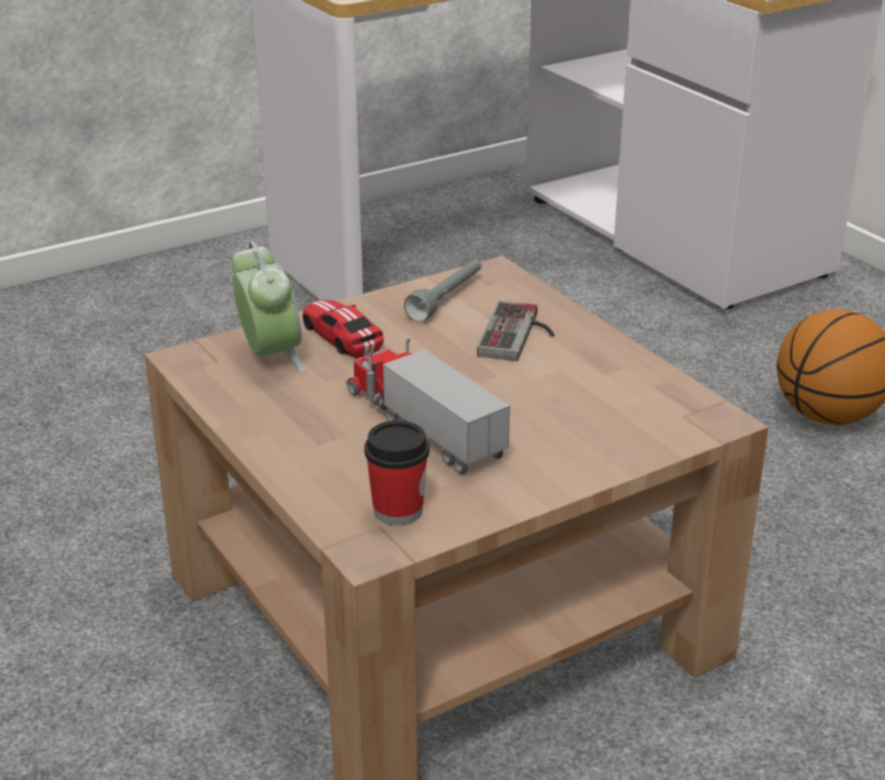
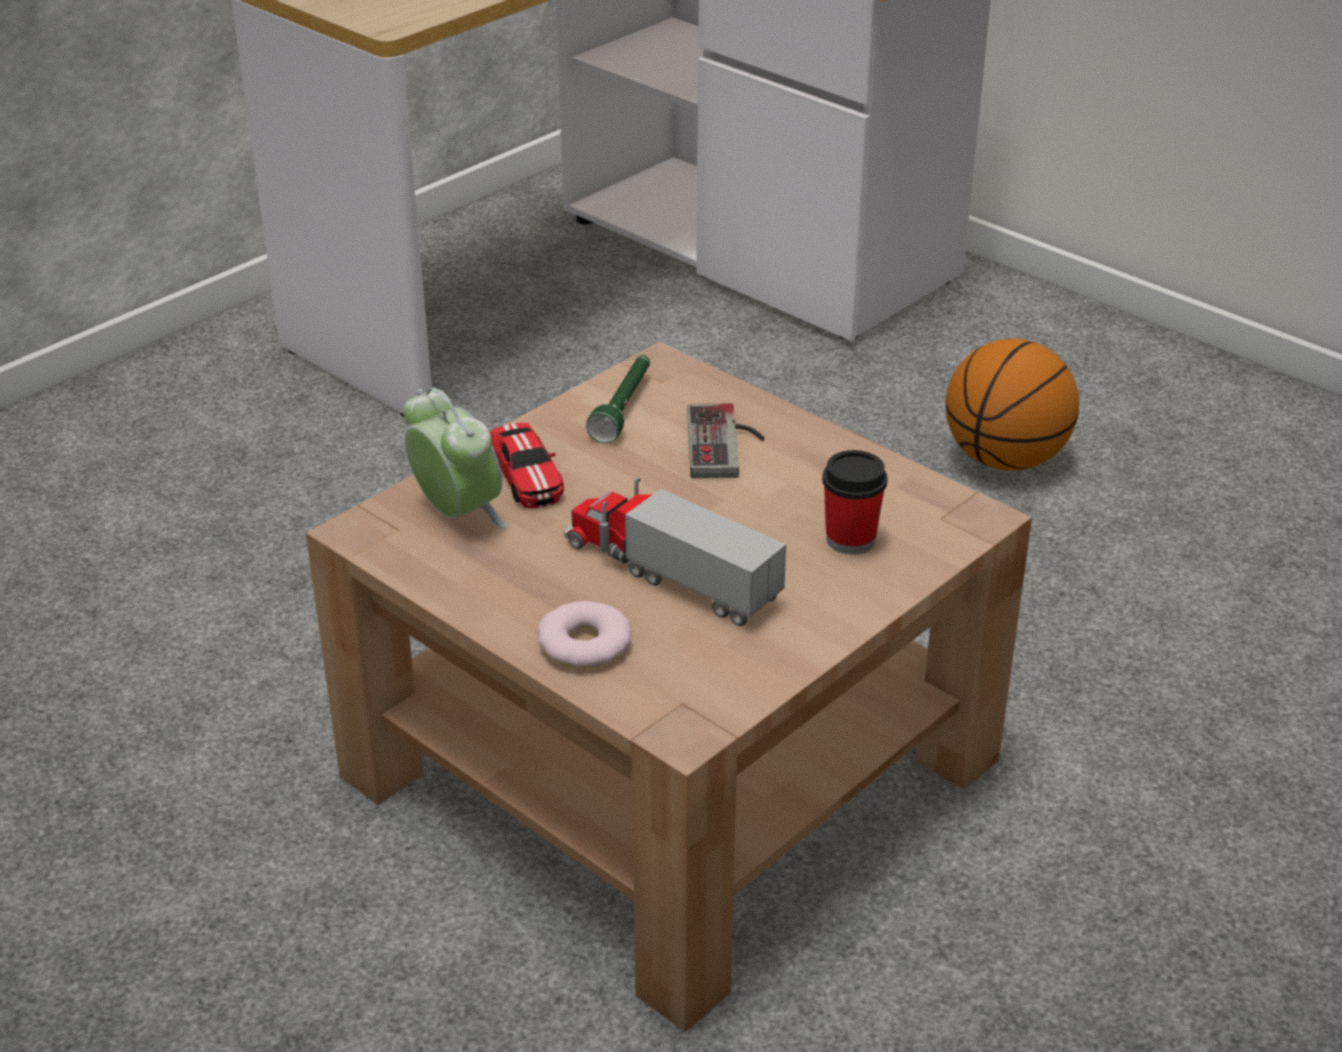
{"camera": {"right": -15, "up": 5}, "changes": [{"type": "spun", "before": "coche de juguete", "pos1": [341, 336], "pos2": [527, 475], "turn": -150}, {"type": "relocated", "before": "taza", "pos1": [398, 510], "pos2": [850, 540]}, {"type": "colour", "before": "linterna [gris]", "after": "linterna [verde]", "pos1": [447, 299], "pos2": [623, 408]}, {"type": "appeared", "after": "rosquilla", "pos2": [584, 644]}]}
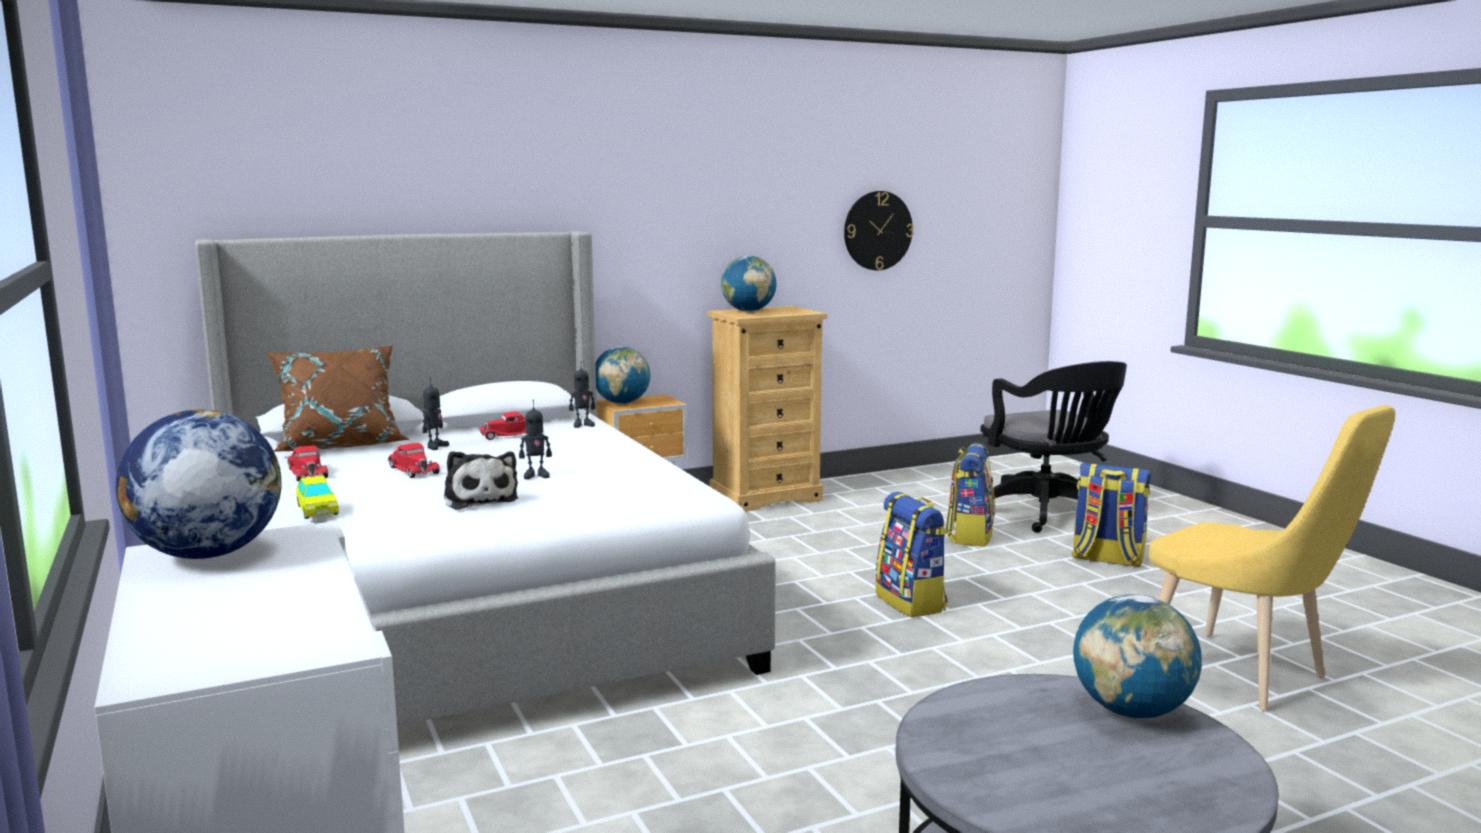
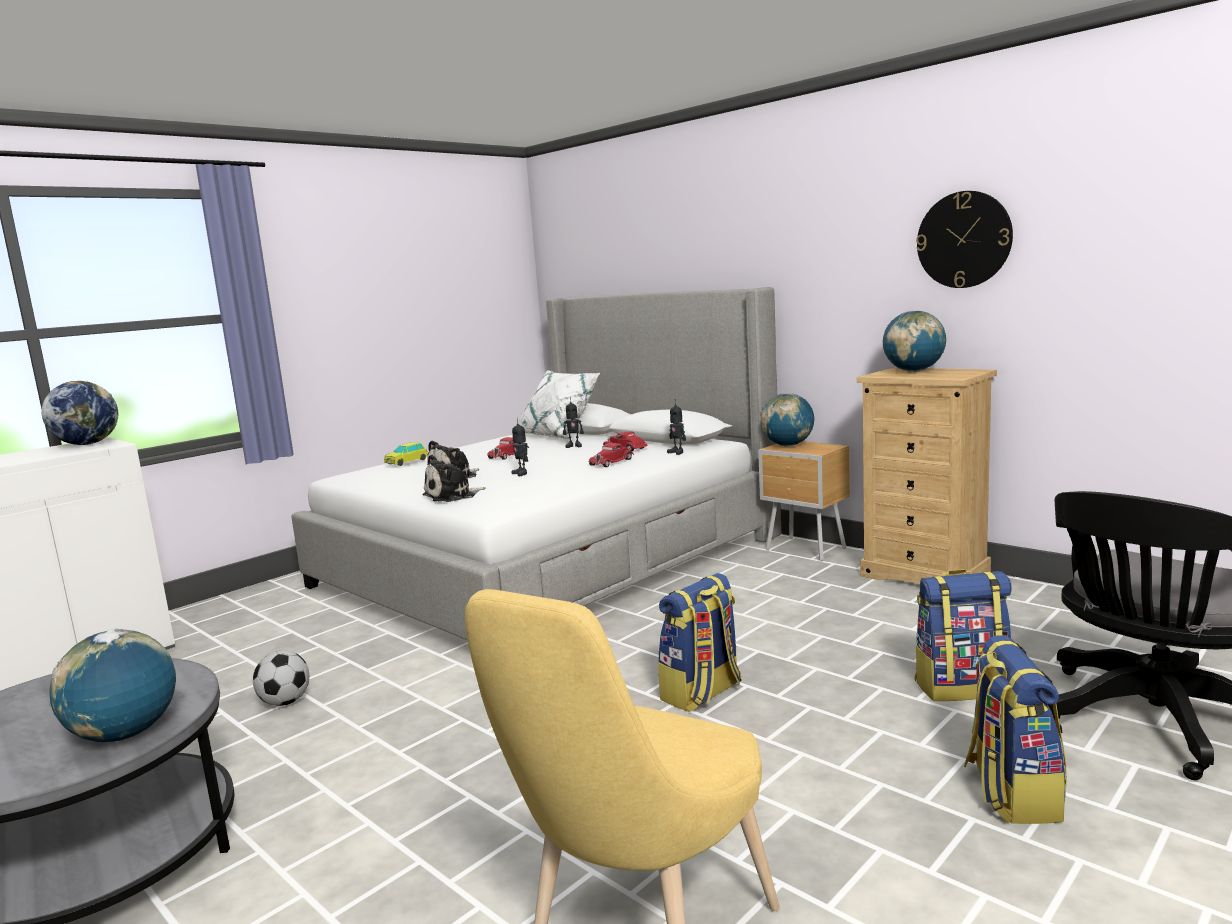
{"camera": {"right": 70, "up": 0}, "changes": [{"type": "colour", "before": "cojín [marrón]", "after": "cojín [blanco]", "pos1": [340, 445], "pos2": [559, 435]}, {"type": "relocated", "before": "coche de juguete [rojo]", "pos1": [307, 472], "pos2": [612, 462]}, {"type": "relocated", "before": "reloj de pared", "pos1": [877, 230], "pos2": [964, 240]}, {"type": "appeared", "after": "balón de fútbol", "pos2": [285, 702]}, {"type": "appeared", "after": "peluche", "pos2": [452, 496]}]}
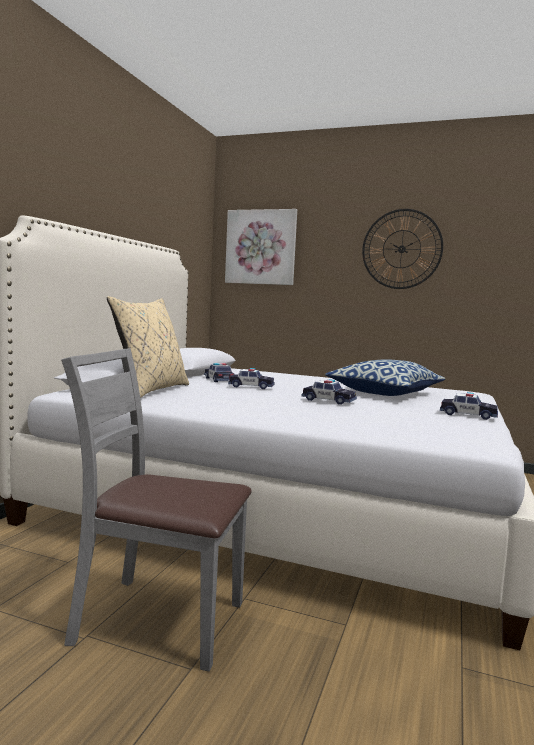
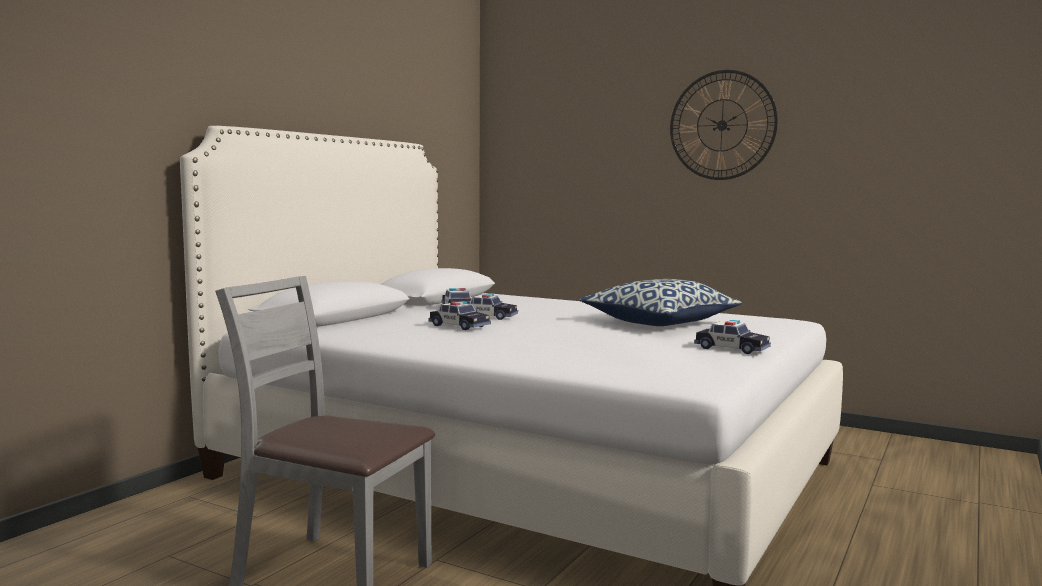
{"camera": {"right": 10, "up": 0}, "changes": [{"type": "missing", "before": "cojín [beis]", "pos1": [150, 390]}, {"type": "missing", "before": "cuadro", "pos1": [261, 247]}, {"type": "relocated", "before": "coche de juguete", "pos1": [328, 400], "pos2": [459, 326]}]}
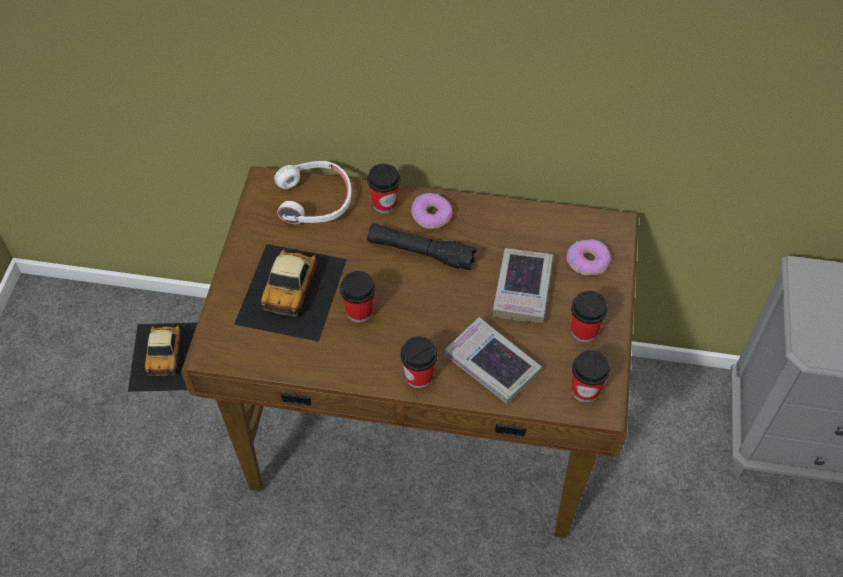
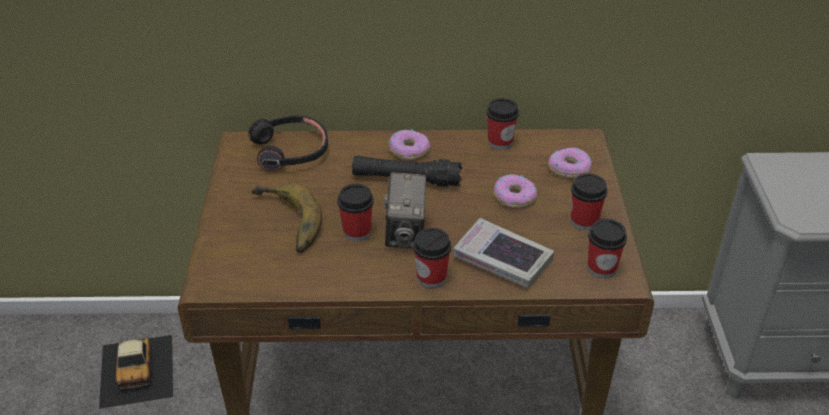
{"camera": {"right": -10, "up": -15}, "changes": [{"type": "exchanged", "before": "coche de juguete", "after": "plátano", "pos1": [292, 290], "pos2": [284, 223]}, {"type": "colour", "before": "auriculares [blanco]", "after": "auriculares [negro]", "pos1": [314, 200], "pos2": [291, 151]}, {"type": "relocated", "before": "taza", "pos1": [384, 204], "pos2": [500, 142]}, {"type": "exchanged", "before": "libro", "after": "rosquilla", "pos1": [523, 289], "pos2": [514, 196]}, {"type": "appeared", "after": "cámara", "pos2": [405, 233]}]}
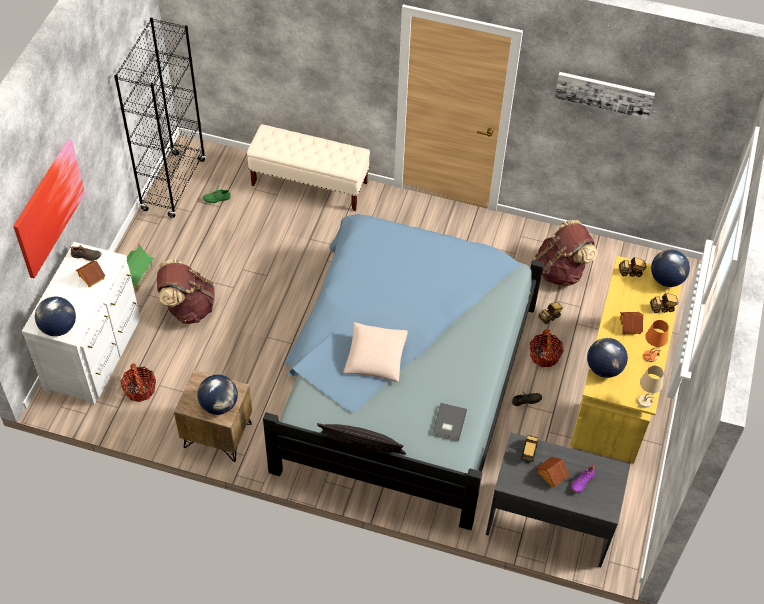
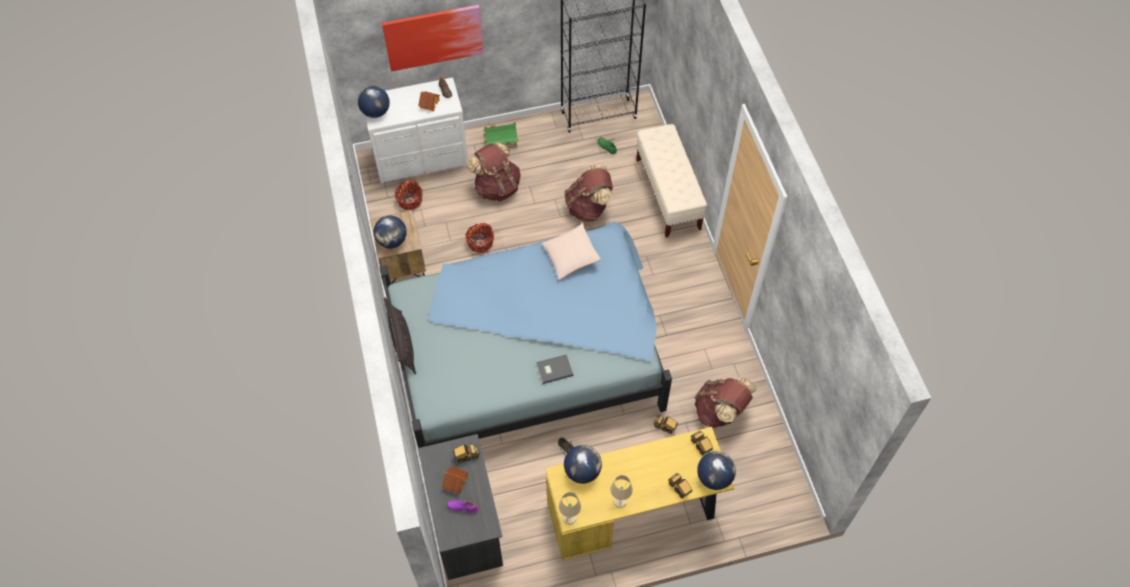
{"camera": {"right": 60, "up": 5}, "changes": [{"type": "relocated", "before": "cojín [beis]", "pos1": [375, 358], "pos2": [570, 256]}, {"type": "relocated", "before": "libro [gris]", "pos1": [448, 423], "pos2": [553, 369]}, {"type": "relocated", "before": "cesta", "pos1": [544, 355], "pos2": [480, 242]}, {"type": "missing", "before": "cuadro", "pos1": [604, 93]}, {"type": "missing", "before": "casita", "pos1": [630, 326]}, {"type": "colour", "before": "lámpara de mesa [naranja]", "after": "lámpara de mesa [beis]", "pos1": [650, 356], "pos2": [620, 501]}, {"type": "appeared", "after": "mochila [marrón]", "pos2": [588, 208]}]}
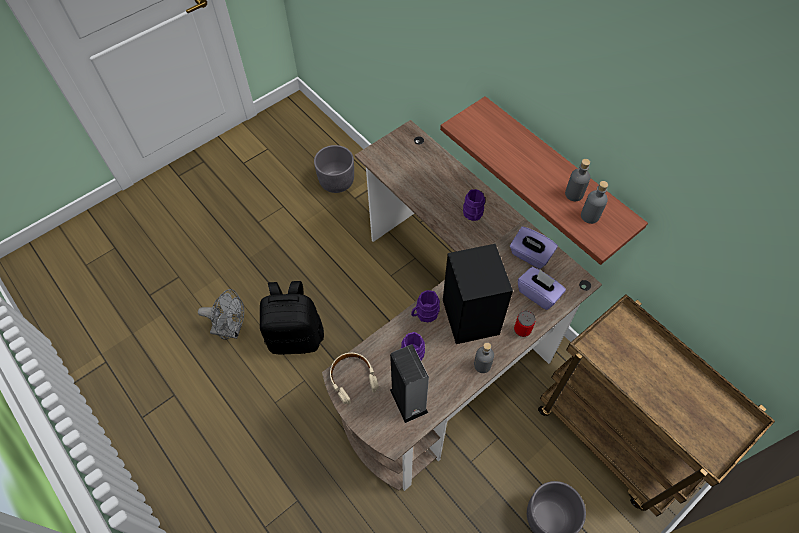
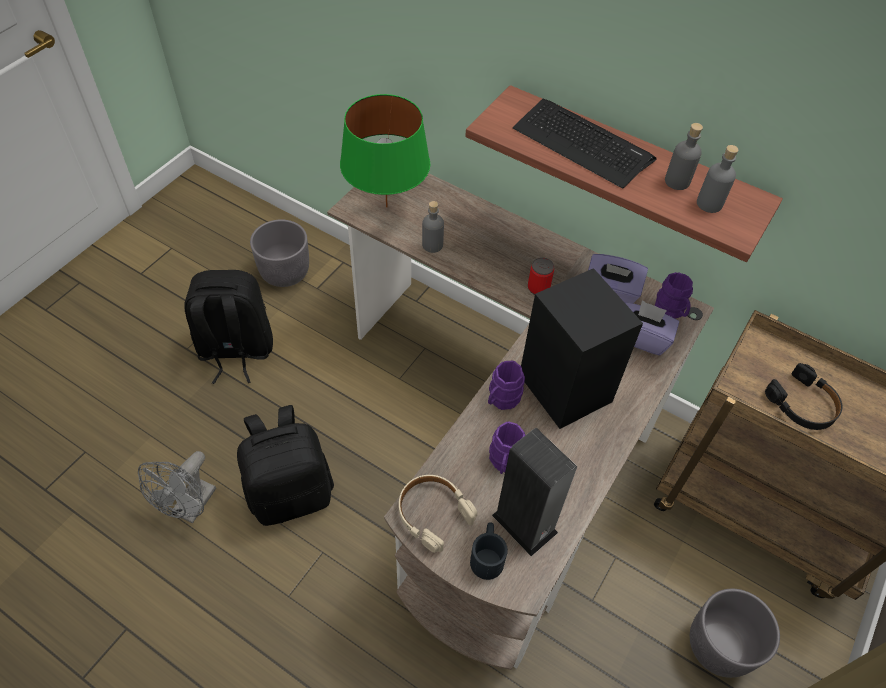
{"camera": {"right": -20, "up": -5}, "changes": [{"type": "spun", "before": "ventilador [gris]", "pos1": [231, 329], "pos2": [190, 508], "turn": 120}, {"type": "relocated", "before": "taza grande [morado]", "pos1": [473, 215], "pos2": [671, 311]}, {"type": "relocated", "before": "botella [gris]", "pos1": [482, 365], "pos2": [432, 245]}, {"type": "relocated", "before": "lata", "pos1": [522, 329], "pos2": [538, 288]}, {"type": "appeared", "after": "mochila [negro]", "pos2": [235, 350]}, {"type": "appeared", "after": "lámpara de mesa [verde]", "pos2": [386, 206]}, {"type": "appeared", "after": "taza grande [negro]", "pos2": [487, 555]}, {"type": "appeared", "after": "teclado", "pos2": [582, 143]}, {"type": "appeared", "after": "auriculares [negro]", "pos2": [802, 404]}]}
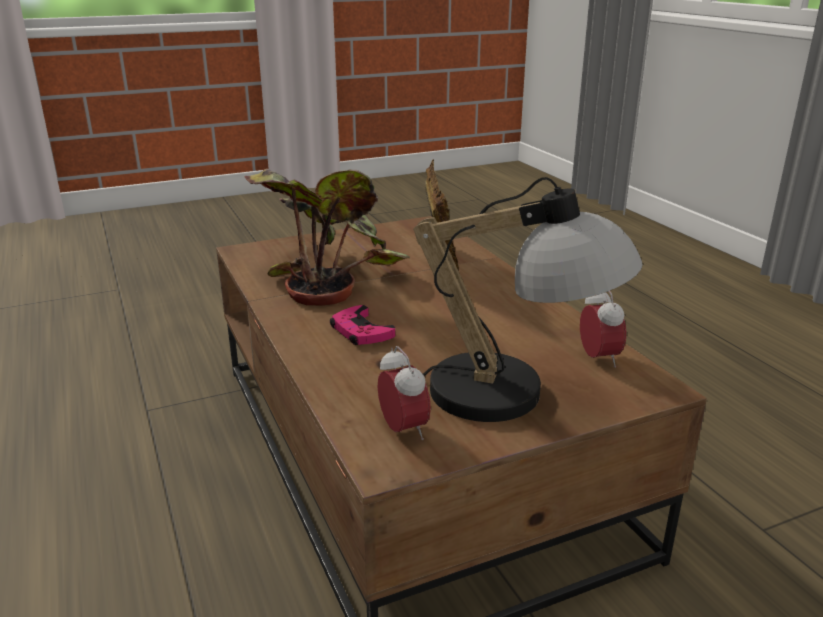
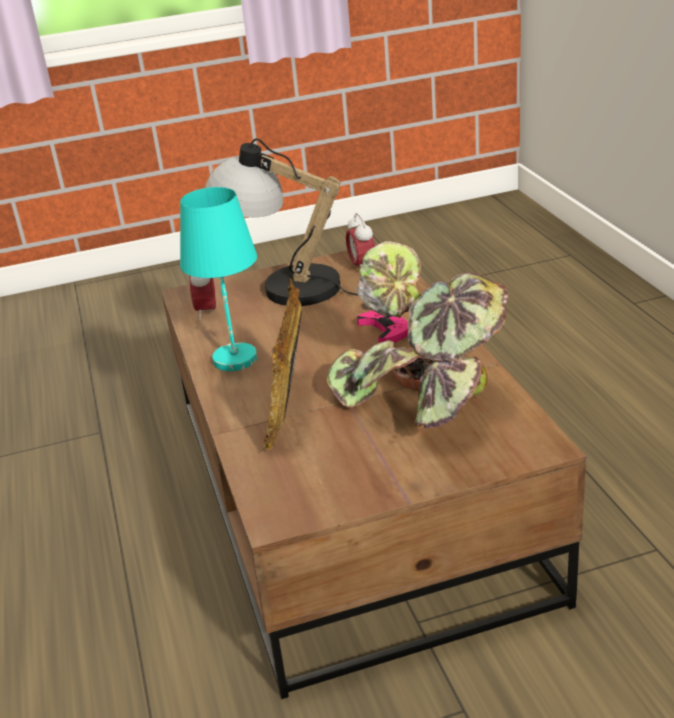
{"camera": {"right": -170, "up": 5}, "changes": [{"type": "appeared", "after": "lámpara de mesa [turquesa]", "pos2": [234, 358]}]}
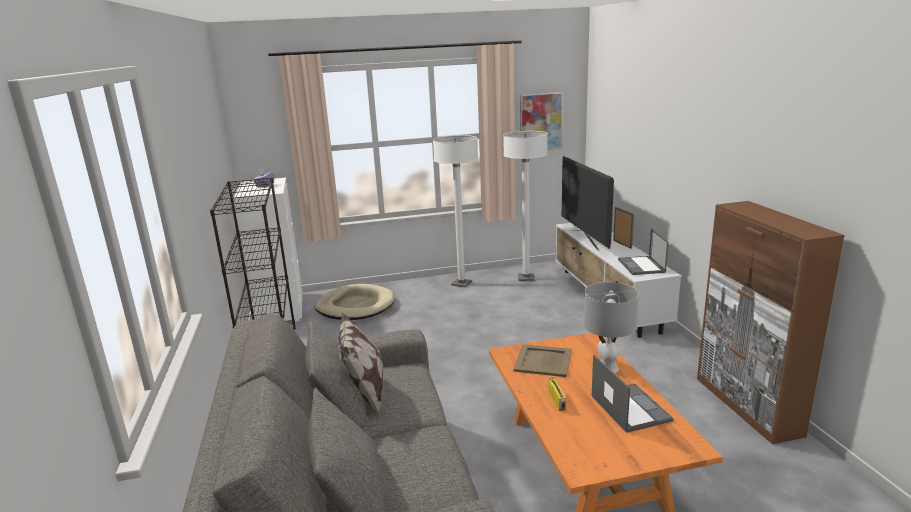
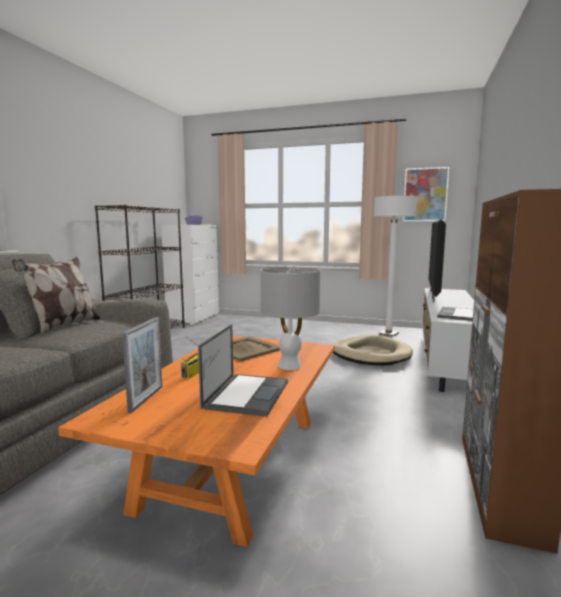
{"camera": {"right": 30, "up": -10}, "changes": [{"type": "relocated", "before": "cama para perro [beis]", "pos1": [355, 306], "pos2": [370, 354]}, {"type": "missing", "before": "lámpara de pie [blanco]", "pos1": [461, 283]}, {"type": "relocated", "before": "portarretratos", "pos1": [622, 244], "pos2": [146, 399]}]}
